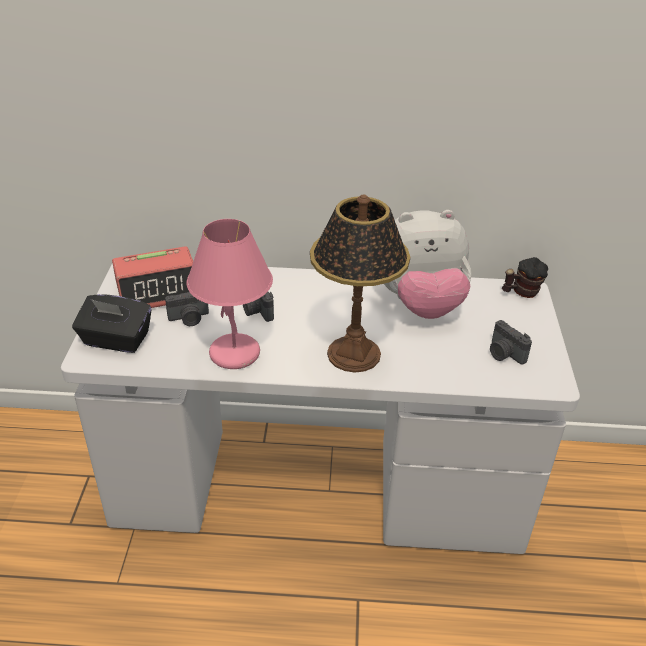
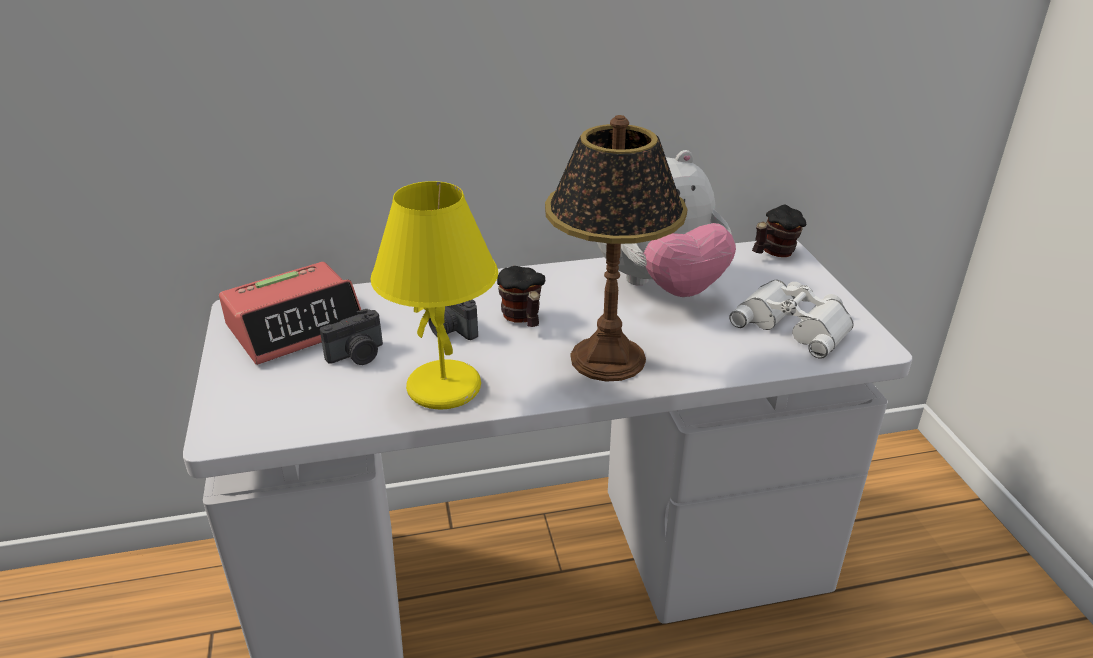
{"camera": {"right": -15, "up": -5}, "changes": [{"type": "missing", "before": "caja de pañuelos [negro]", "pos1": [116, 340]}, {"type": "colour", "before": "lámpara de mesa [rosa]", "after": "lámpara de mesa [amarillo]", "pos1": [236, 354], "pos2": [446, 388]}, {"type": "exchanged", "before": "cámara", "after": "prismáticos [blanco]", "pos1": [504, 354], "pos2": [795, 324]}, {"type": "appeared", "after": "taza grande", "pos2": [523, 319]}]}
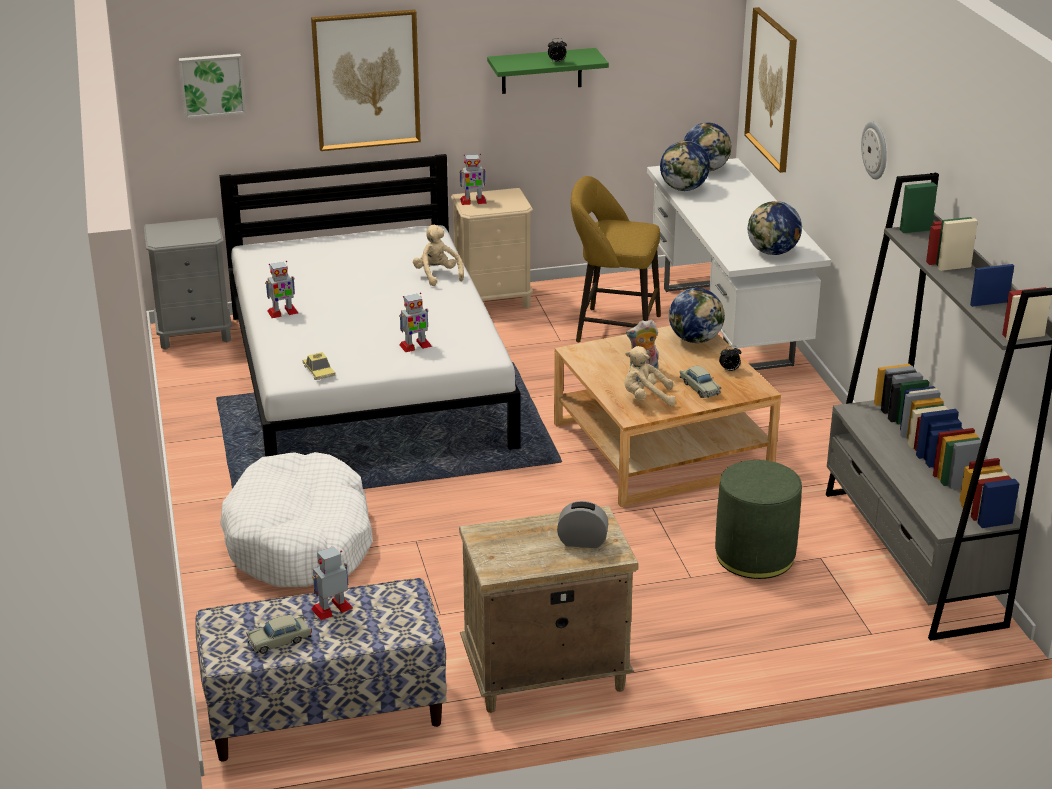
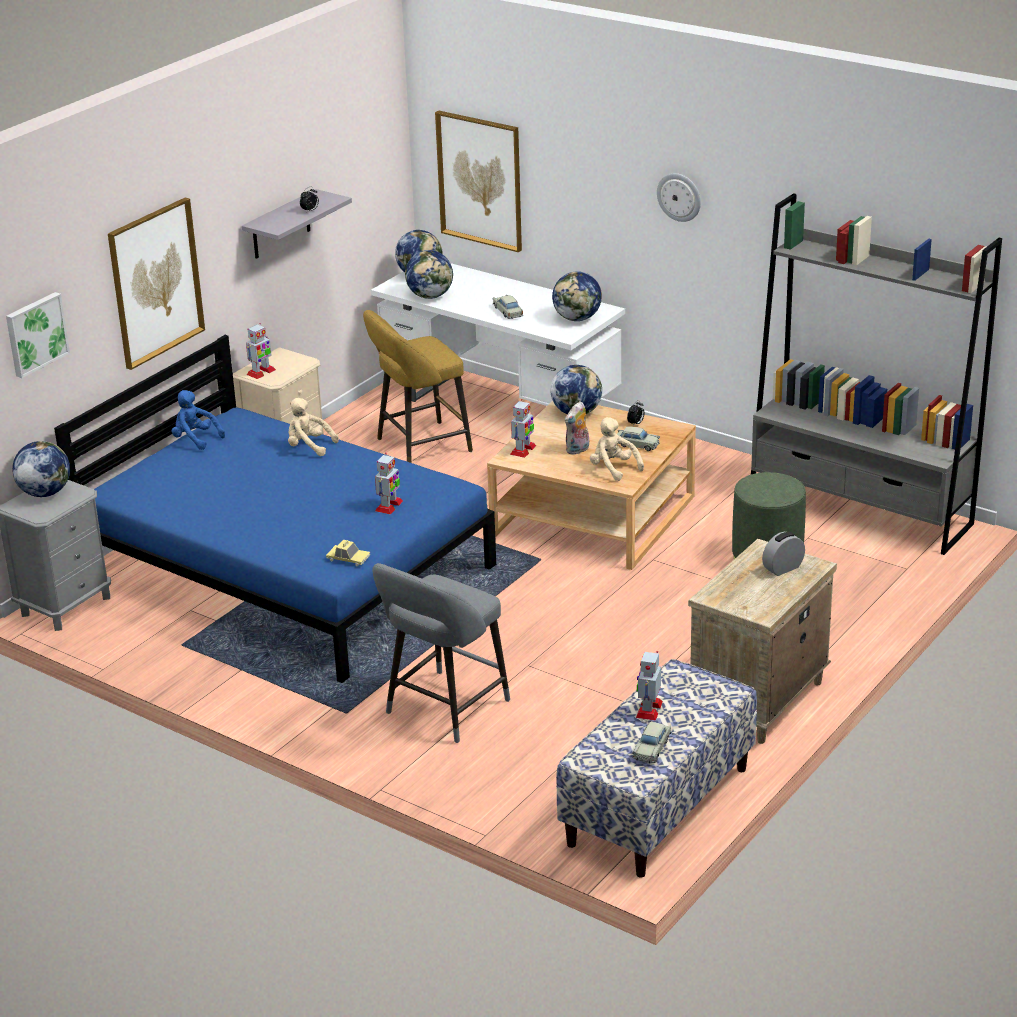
{"camera": {"right": -40, "up": 0}, "changes": [{"type": "colour", "before": "cama [blanco]", "after": "cama [azul]", "pos1": [367, 379], "pos2": [287, 571]}, {"type": "exchanged", "before": "cama para perro [blanco]", "after": "taburete [gris]", "pos1": [300, 541], "pos2": [443, 710]}, {"type": "relocated", "before": "robot de juguete", "pos1": [282, 312], "pos2": [523, 450]}, {"type": "colour", "before": "estante [verde]", "after": "estante [gris]", "pos1": [541, 71], "pos2": [281, 225]}, {"type": "spun", "before": "peluche [beis]", "pos1": [646, 398], "pos2": [613, 468], "turn": 90}, {"type": "appeared", "after": "globo terráqueo", "pos2": [45, 493]}, {"type": "appeared", "after": "peluche [azul]", "pos2": [195, 439]}, {"type": "appeared", "after": "coche de juguete [beis]", "pos2": [508, 312]}]}
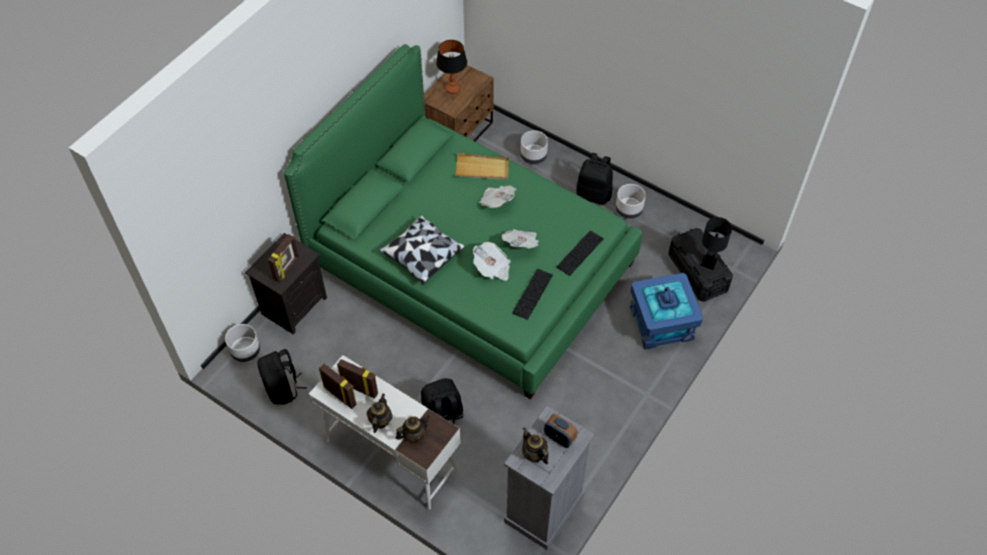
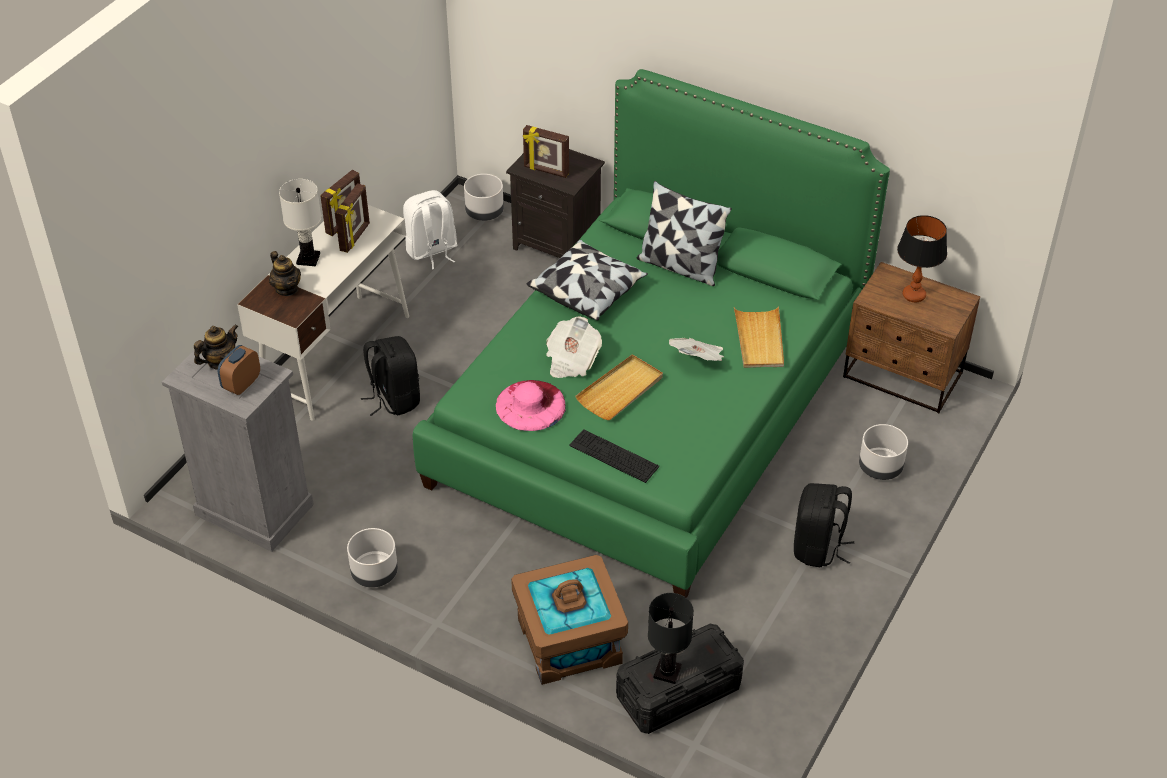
{"camera": {"right": 85, "up": -10}, "changes": [{"type": "colour", "before": "mochila [negro]", "after": "mochila [blanco]", "pos1": [283, 389], "pos2": [432, 251]}, {"type": "exchanged", "before": "tetera", "after": "lámpara de mesa [blanco]", "pos1": [380, 421], "pos2": [308, 259]}, {"type": "exchanged", "before": "periódico", "after": "bandeja [beis]", "pos1": [521, 244], "pos2": [620, 390]}, {"type": "exchanged", "before": "teclado", "after": "sombrero [rosa]", "pos1": [532, 294], "pos2": [531, 405]}, {"type": "relocated", "before": "maceta [gris]", "pos1": [628, 210], "pos2": [375, 573]}, {"type": "colour", "before": "caja de almacenaje [azul]", "after": "caja de almacenaje [marrón]", "pos1": [662, 323], "pos2": [569, 642]}, {"type": "appeared", "after": "cojín", "pos2": [680, 266]}]}
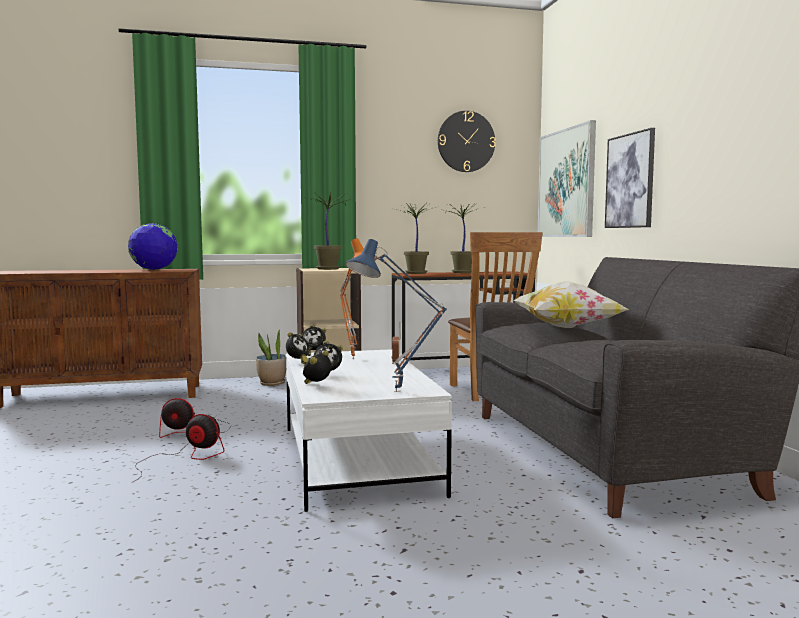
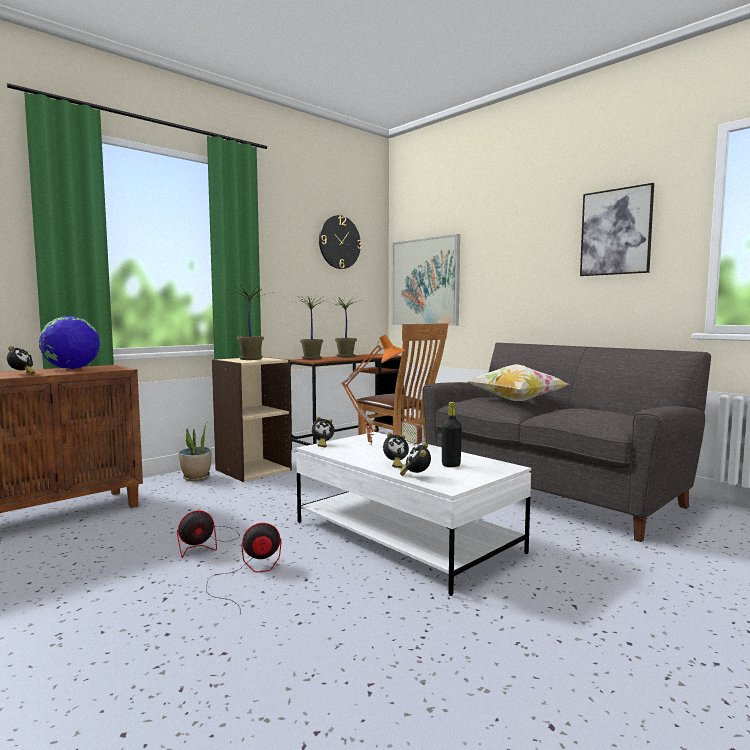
{"camera": {"right": -30, "up": 0}, "changes": [{"type": "relocated", "before": "despertador", "pos1": [298, 363], "pos2": [21, 374]}, {"type": "missing", "before": "lámpara de mesa [azul]", "pos1": [398, 392]}, {"type": "relocated", "before": "cuadro", "pos1": [630, 181], "pos2": [616, 232]}, {"type": "appeared", "after": "botella [negro]", "pos2": [451, 465]}]}
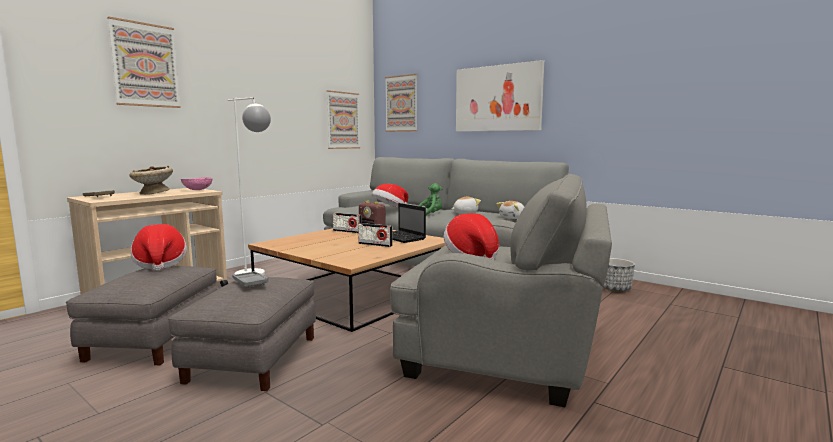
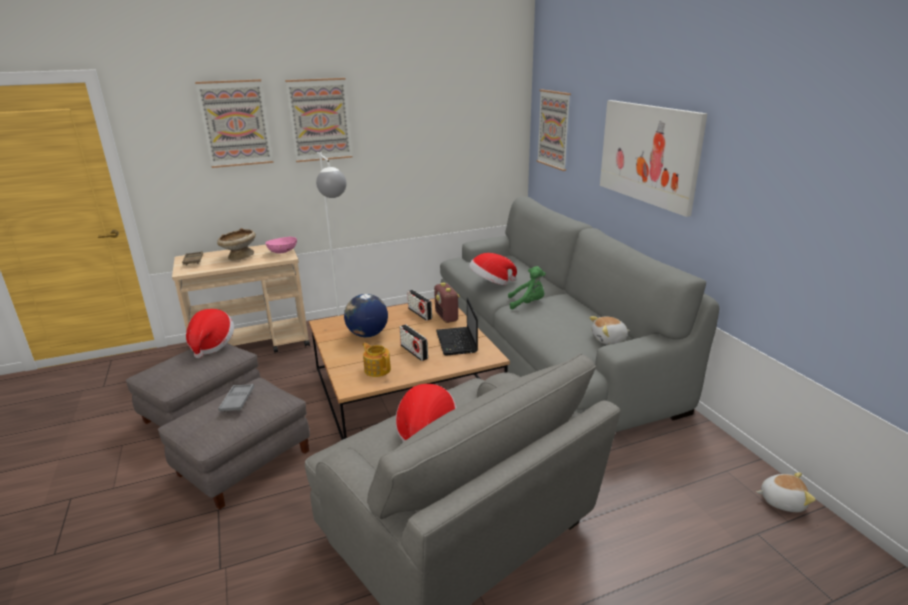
{"camera": {"right": 30, "up": 15}, "changes": [{"type": "relocated", "before": "cuadro", "pos1": [343, 120], "pos2": [320, 120]}, {"type": "relocated", "before": "peluche", "pos1": [465, 213], "pos2": [781, 501]}, {"type": "missing", "before": "maceta", "pos1": [614, 288]}, {"type": "appeared", "after": "globo terráqueo", "pos2": [367, 334]}, {"type": "appeared", "after": "tetera", "pos2": [377, 369]}]}
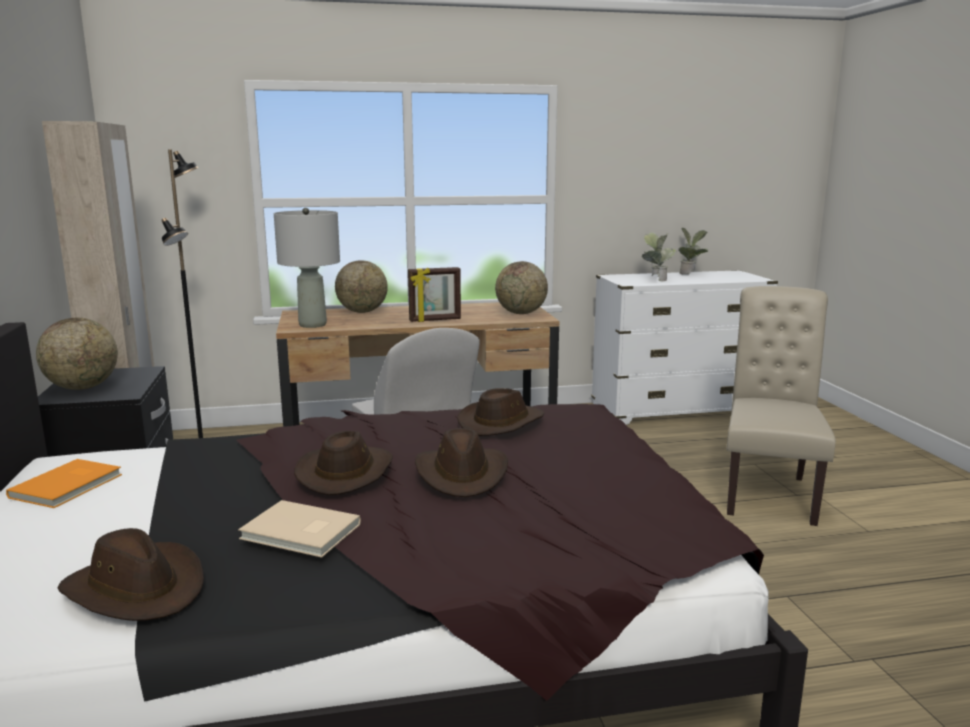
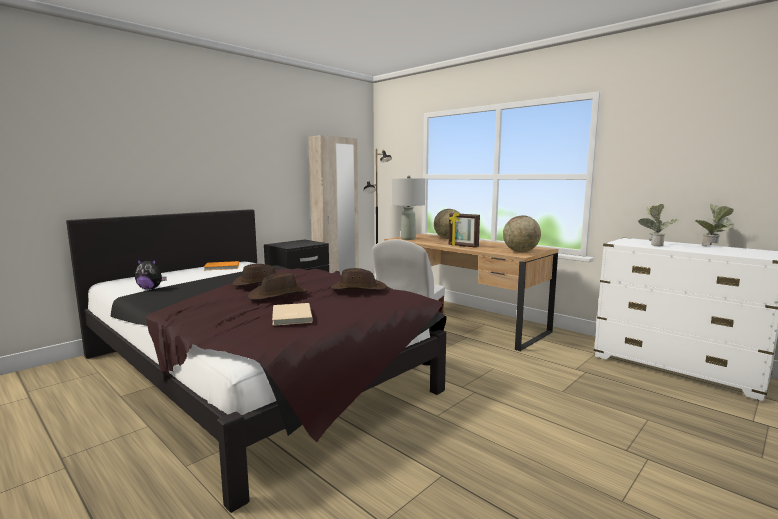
{"camera": {"right": 55, "up": -5}, "changes": [{"type": "missing", "before": "globo terráqueo", "pos1": [82, 387]}, {"type": "exchanged", "before": "sombrero [marrón]", "after": "peluche", "pos1": [137, 588], "pos2": [150, 289]}, {"type": "relocated", "before": "libro [beis]", "pos1": [300, 533], "pos2": [290, 316]}, {"type": "missing", "before": "silla [beis]", "pos1": [767, 492]}]}
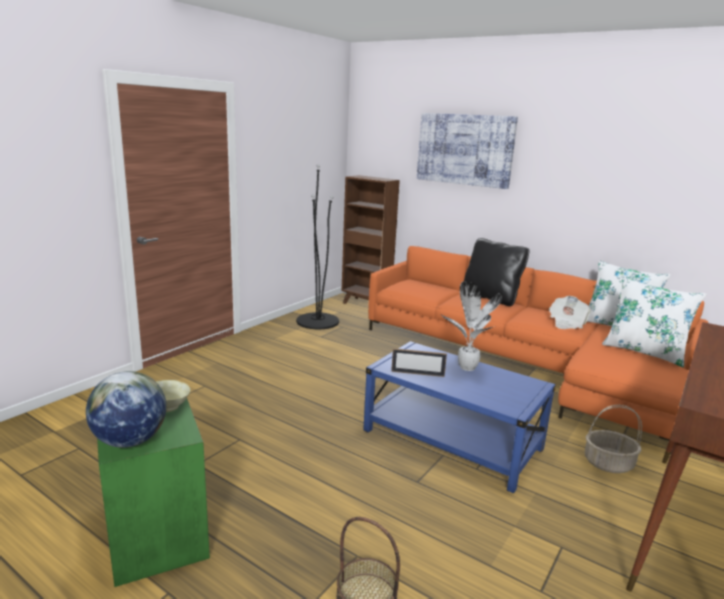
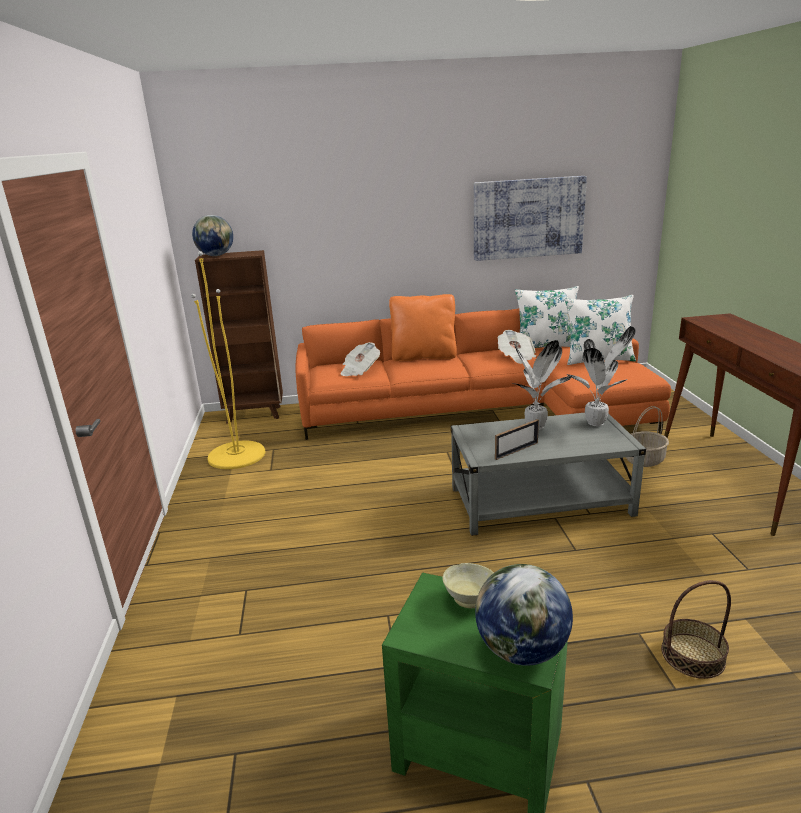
{"camera": {"right": -40, "up": 5}, "changes": [{"type": "colour", "before": "lámpara de pie [negro]", "after": "lámpara de pie [amarillo]", "pos1": [317, 321], "pos2": [236, 455]}, {"type": "colour", "before": "mesa de centro [azul]", "after": "mesa de centro [gris]", "pos1": [452, 440], "pos2": [540, 502]}, {"type": "relocated", "before": "cuadro", "pos1": [465, 149], "pos2": [528, 218]}, {"type": "colour", "before": "cojín [negro]", "after": "cojín [naranja]", "pos1": [491, 298], "pos2": [424, 357]}, {"type": "appeared", "after": "globo terráqueo", "pos2": [216, 255]}, {"type": "appeared", "after": "periódico", "pos2": [359, 370]}, {"type": "appeared", "after": "planta en maceta", "pos2": [597, 423]}]}
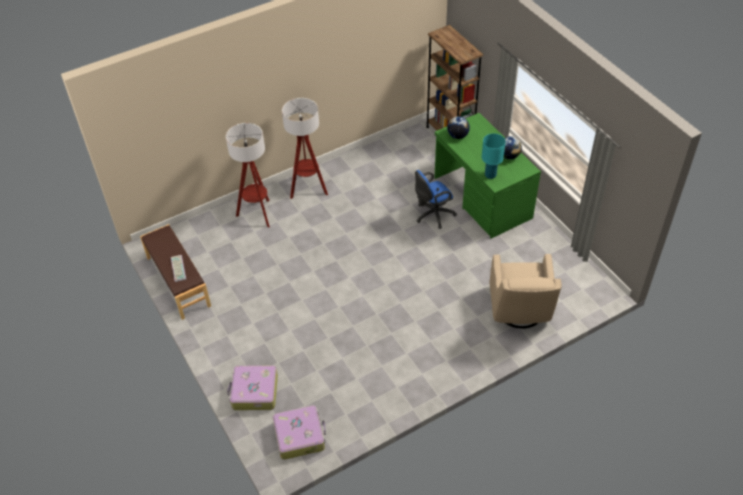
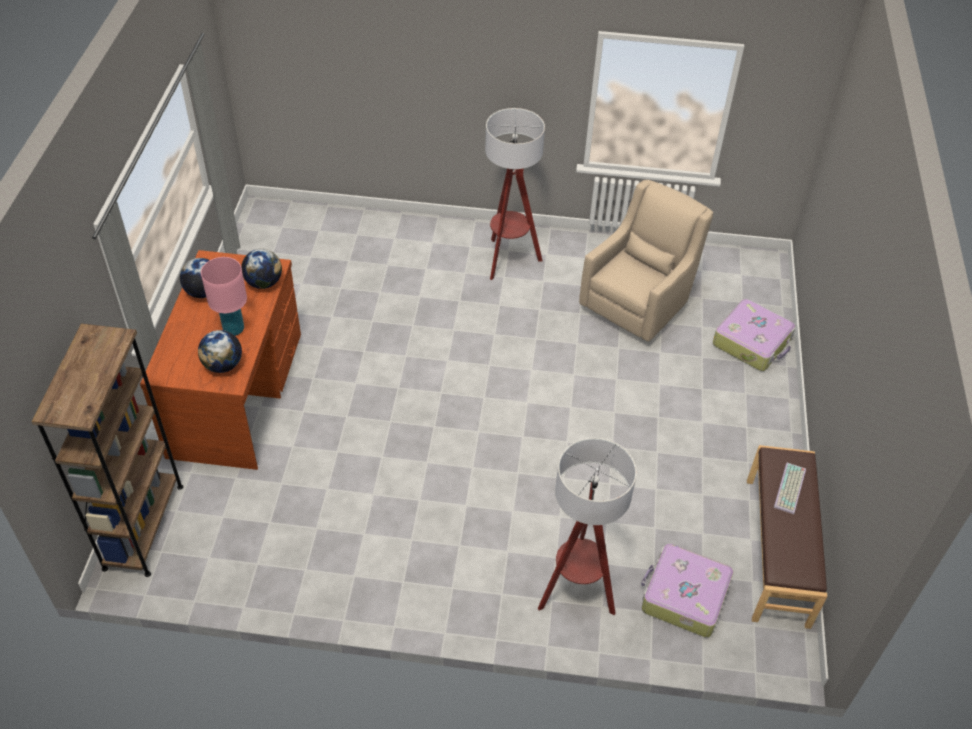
{"camera": {"right": -145, "up": 0}, "changes": [{"type": "relocated", "before": "maleta", "pos1": [300, 436], "pos2": [683, 596]}, {"type": "relocated", "before": "lámpara de pie", "pos1": [308, 189], "pos2": [508, 259]}, {"type": "missing", "before": "silla de oficina [azul]", "pos1": [432, 215]}, {"type": "colour", "before": "escritorio [verde]", "after": "escritorio [marrón]", "pos1": [482, 198], "pos2": [237, 395]}, {"type": "exchanged", "before": "lámpara de mesa [turquesa]", "after": "globo terráqueo", "pos1": [490, 175], "pos2": [264, 282]}, {"type": "relocated", "before": "sillón [beis]", "pos1": [520, 311], "pos2": [638, 303]}, {"type": "appeared", "after": "lámpara de mesa [rosa]", "pos2": [233, 329]}]}
